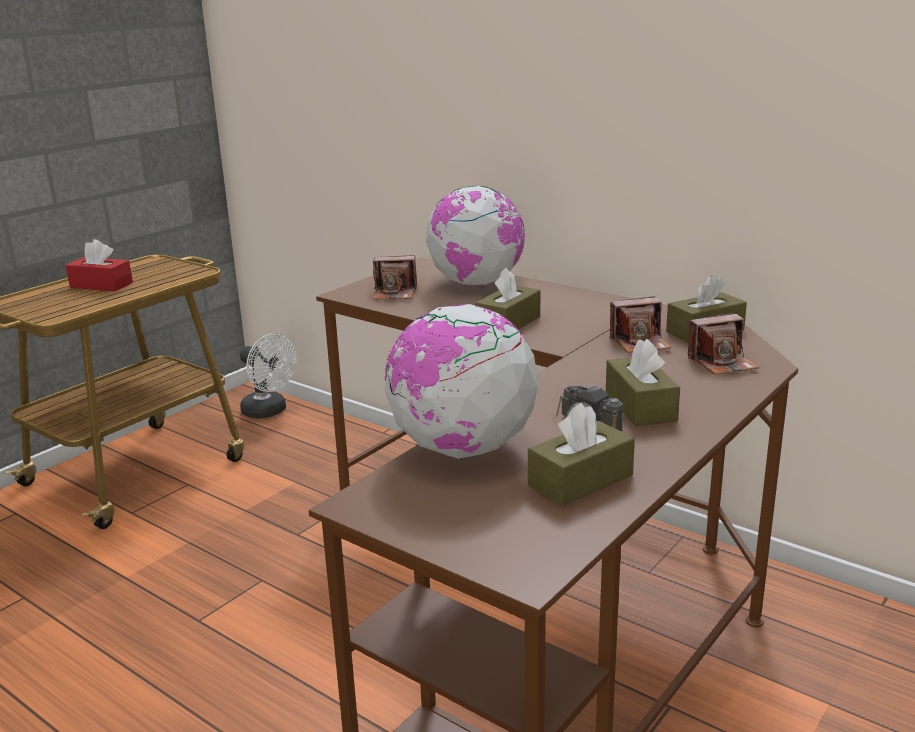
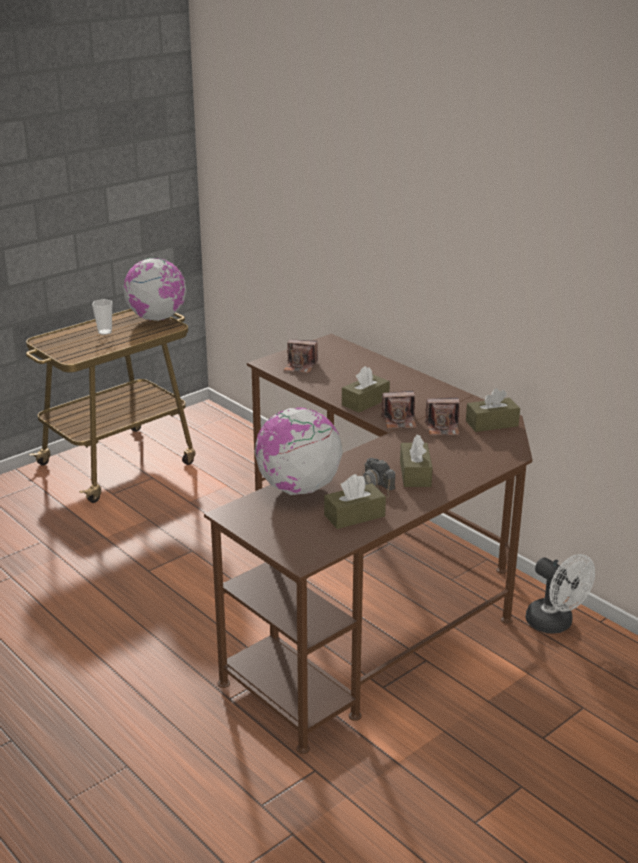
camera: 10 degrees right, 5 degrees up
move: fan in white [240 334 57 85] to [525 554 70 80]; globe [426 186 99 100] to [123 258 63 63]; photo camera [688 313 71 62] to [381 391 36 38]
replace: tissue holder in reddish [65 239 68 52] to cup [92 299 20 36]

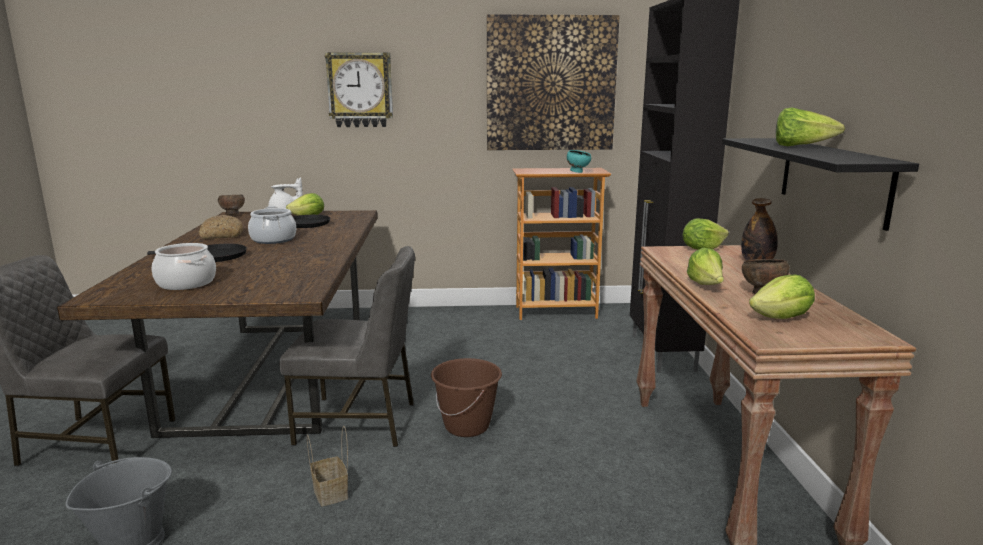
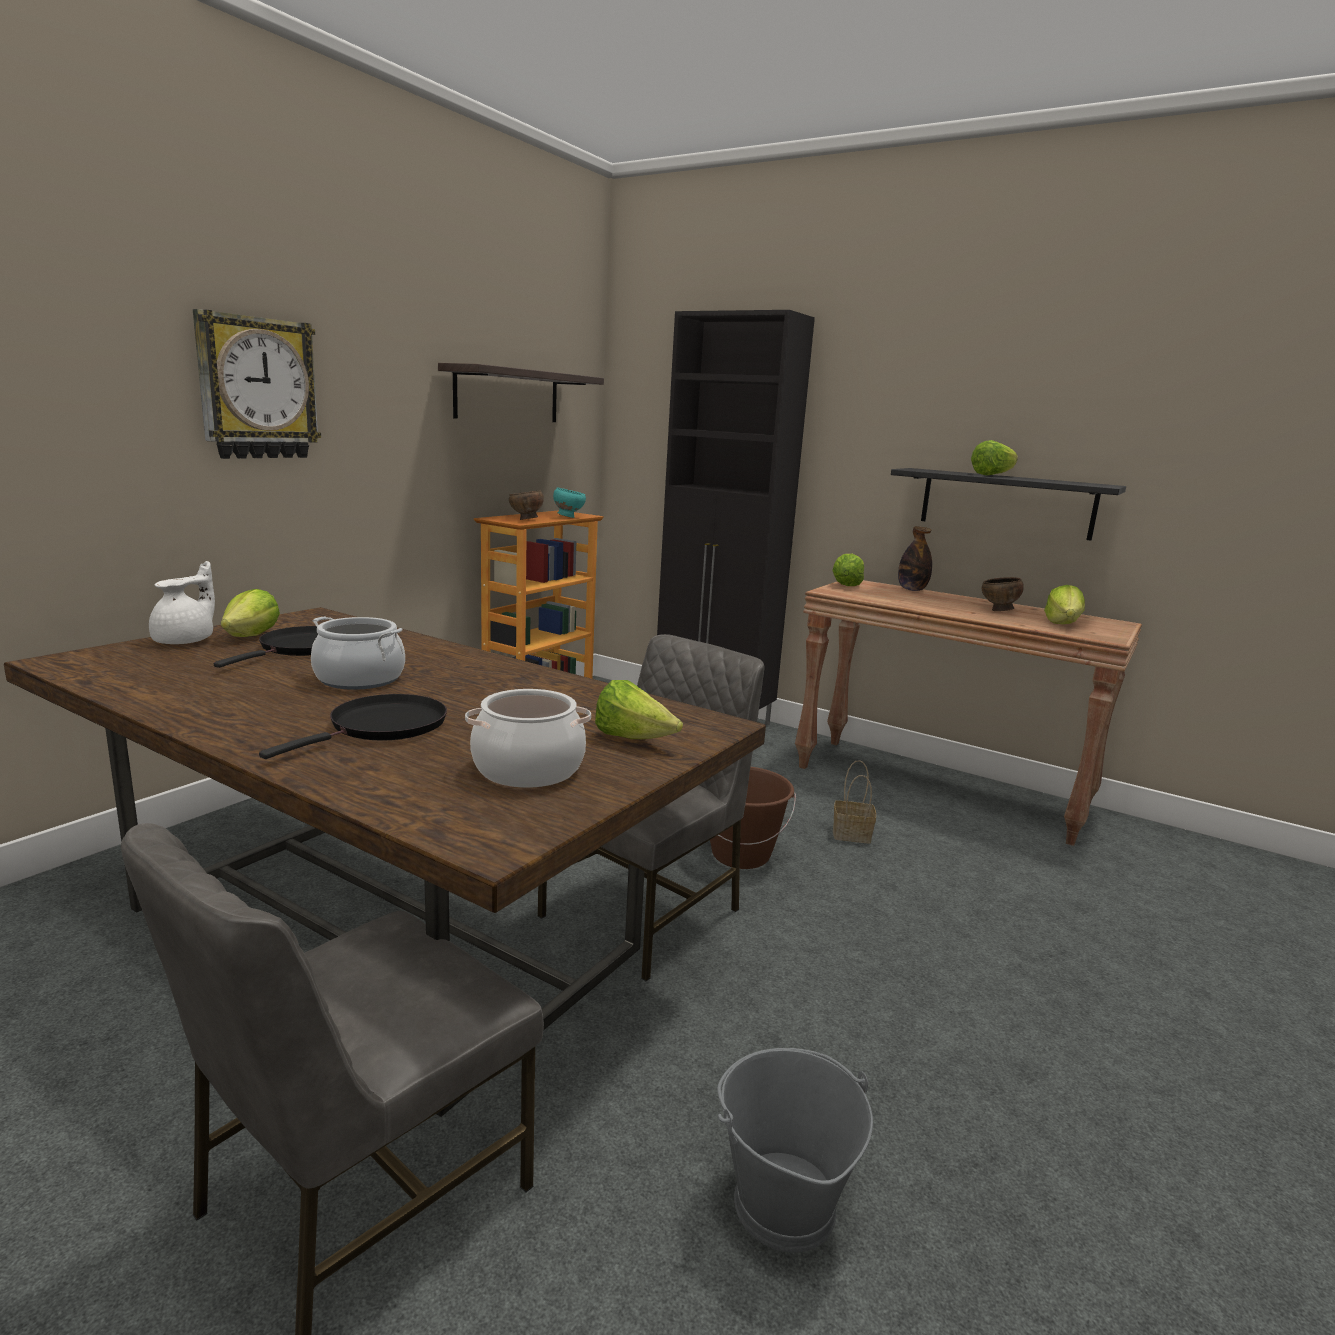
camera: 55 degrees left, 0 degrees up
delete: bread [198 215 45 24]
move: serving bowl in brownish [218 195 27 19] to [509 490 35 30]; basket [307 426 41 81] to [833 760 43 84]; head of lettuce [687 248 37 37] to [595 680 88 59]
replace: wall art [487 14 133 136] to bracket shelf [438 363 166 59]

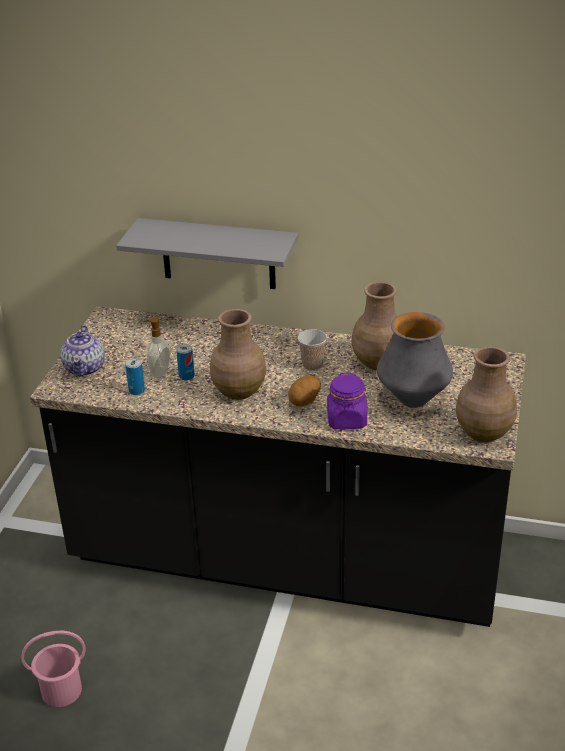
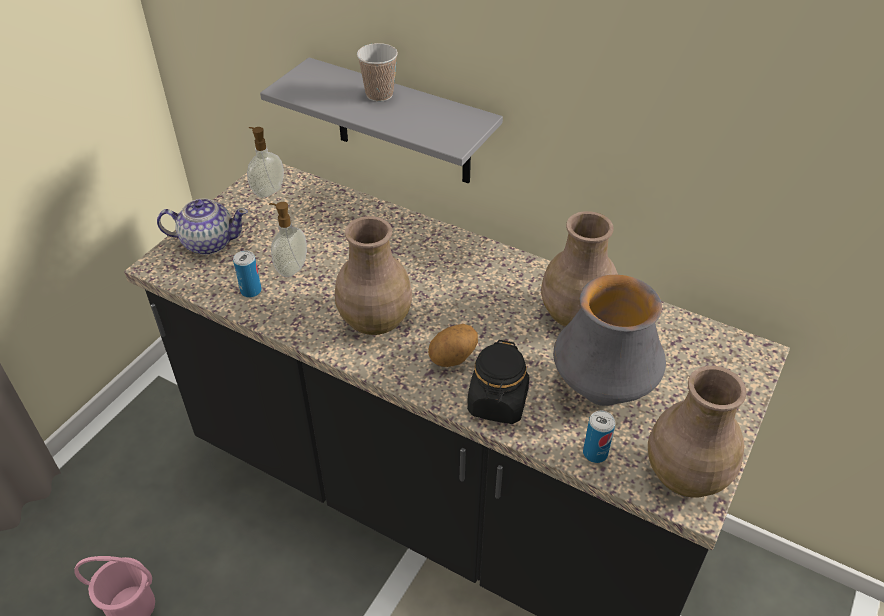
camera: 15 degrees right, 10 degrees up
insert: liquid soap bottle [247 127 37 71]
move: can [176 344 19 36] to [583 411 32 52]; cup [298 329 29 42] to [357 43 41 59]
recolor: storage jar in purplish [327 373 40 56] to storage jar in black [467 340 63 84]
rotate: teapot [61 325 44 51] = [157 198 91 57] 105 degrees counterclockwise

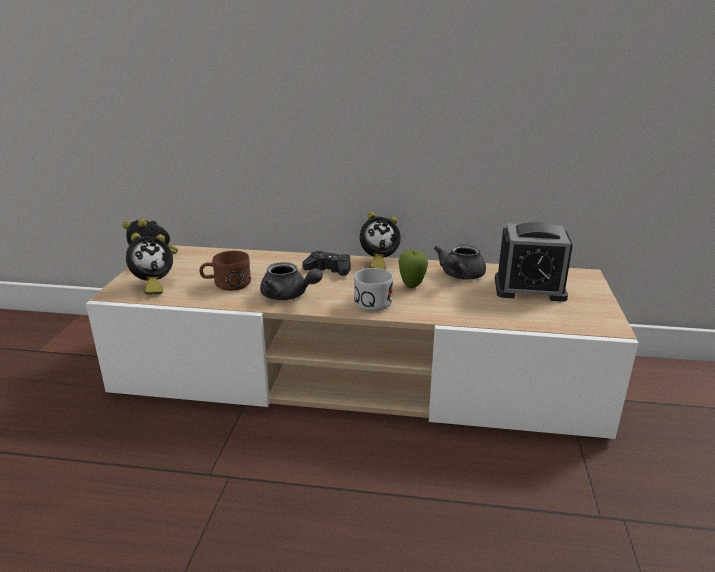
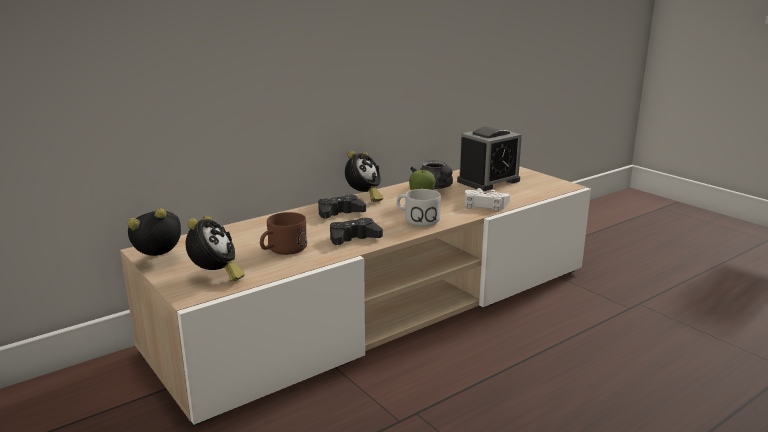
camera: 45 degrees left, 5 degrees down
insert: game controller in white [464 188 46 24]
replace: teapot in gray [260 262 63 38] to game controller in black [330 218 53 27]

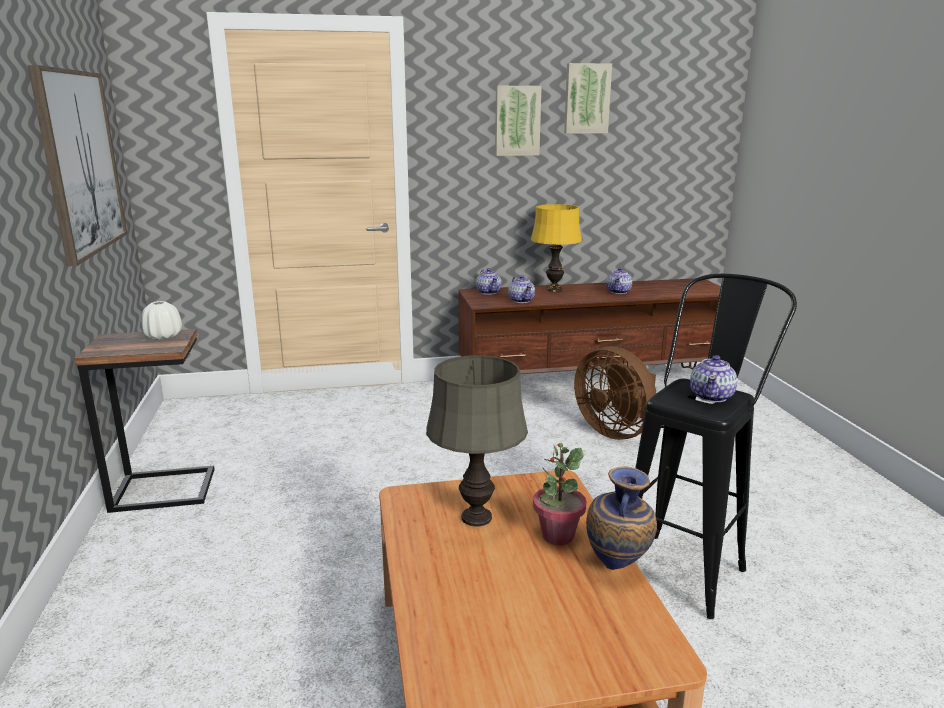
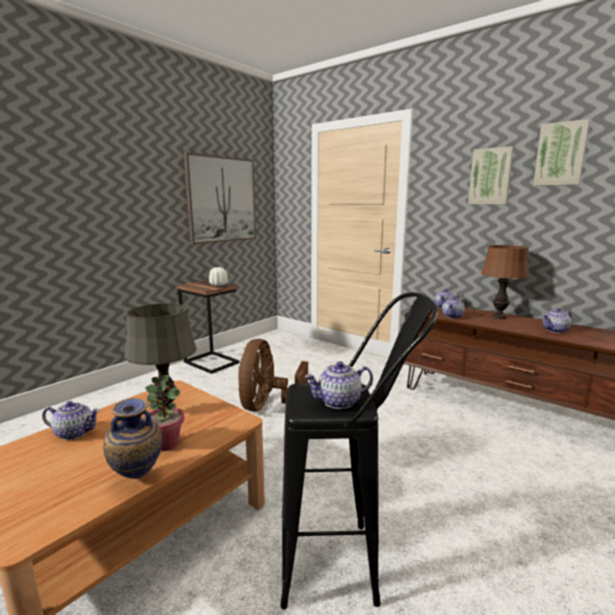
camera: 50 degrees right, 5 degrees down
insert: teapot [42 401 58 39]
move: fan in brownish [574 346 82 94] to [238 339 70 73]
recolor: lamp for a table in yellow [531 204 51 88] to lamp for a table in brownish [481 245 49 74]

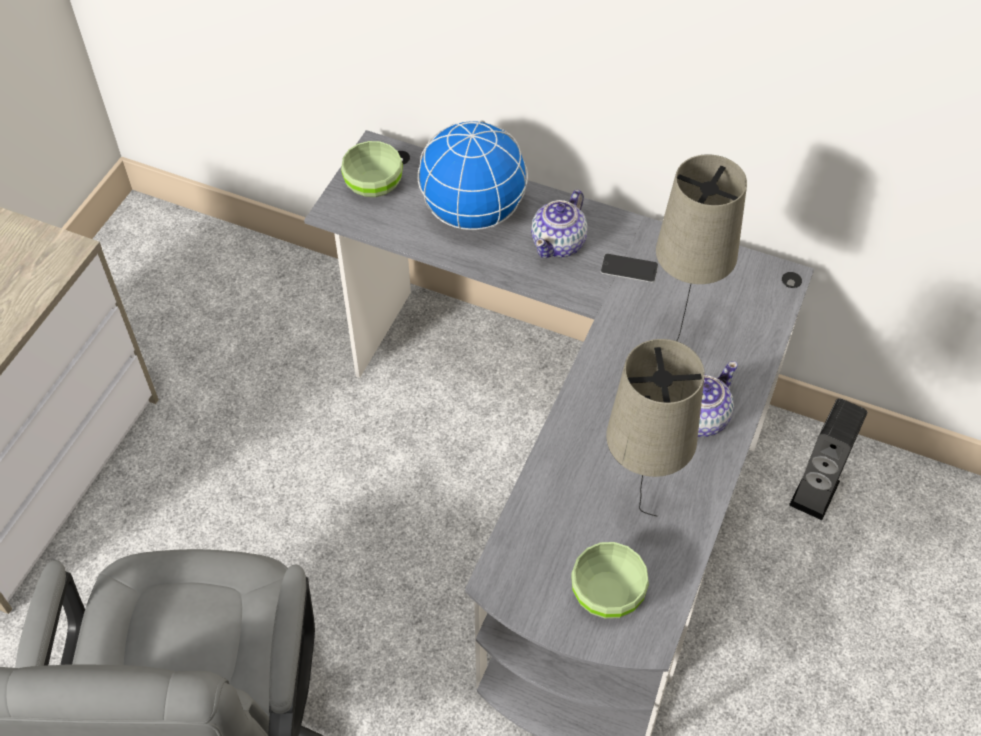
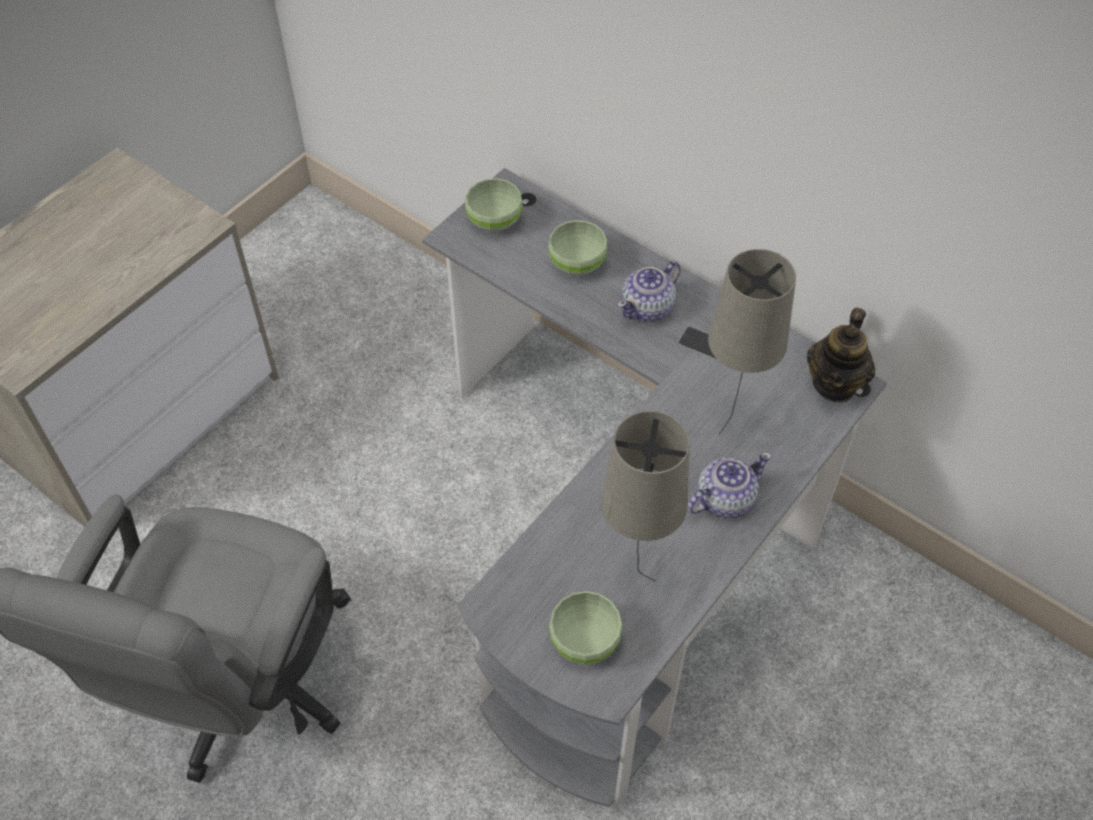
camera: 15 degrees right, 0 degrees up
delete: audio speaker [789 398 78 122]
insert: teapot [807 308 68 94]
replace: globe [417 120 111 110] to serving bowl in green-coloured [548 220 60 55]

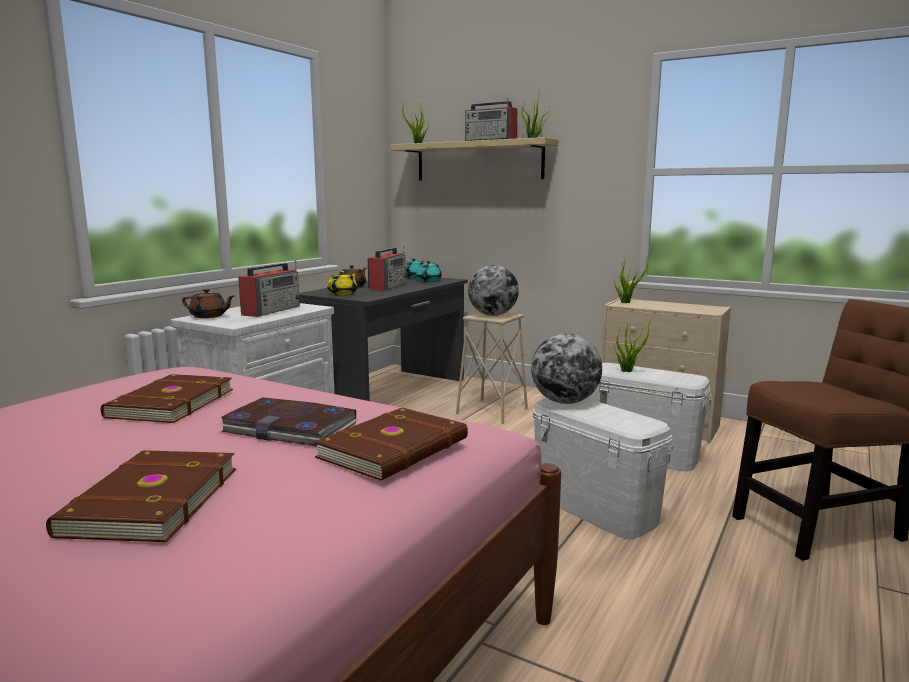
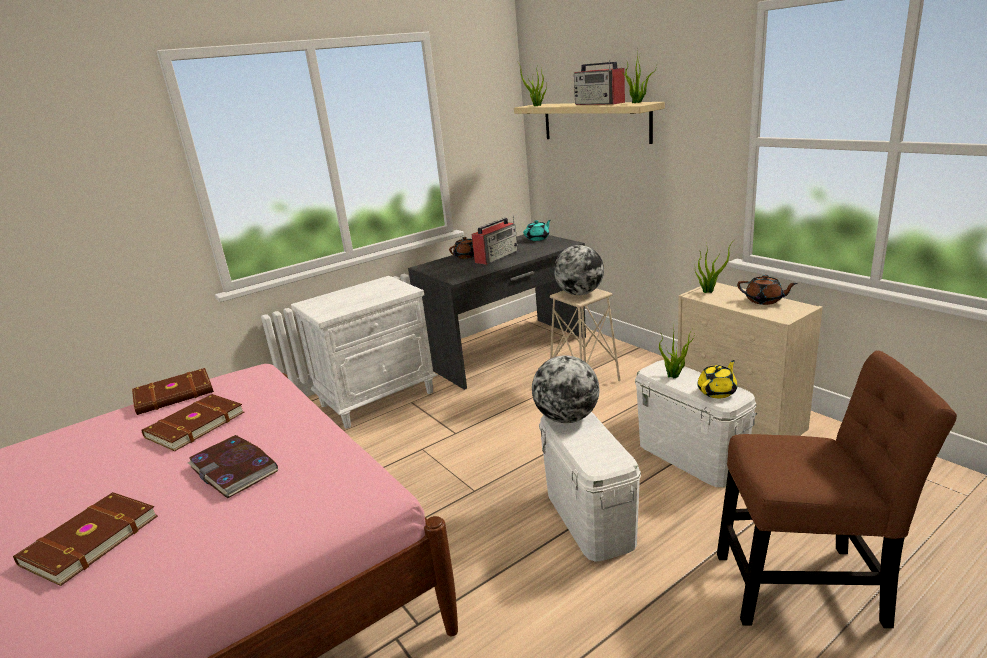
camera: 25 degrees right, 10 degrees up
delete: radio [238 260 62 57]; teapot in blue-green [416 261 26 21]
move: teapot in brownish [182 289 54 29] to [737 275 61 30]; volume in brownish [314 407 154 74] to [132 368 82 47]; teapot in yellow [327 271 31 24] to [697 360 40 38]

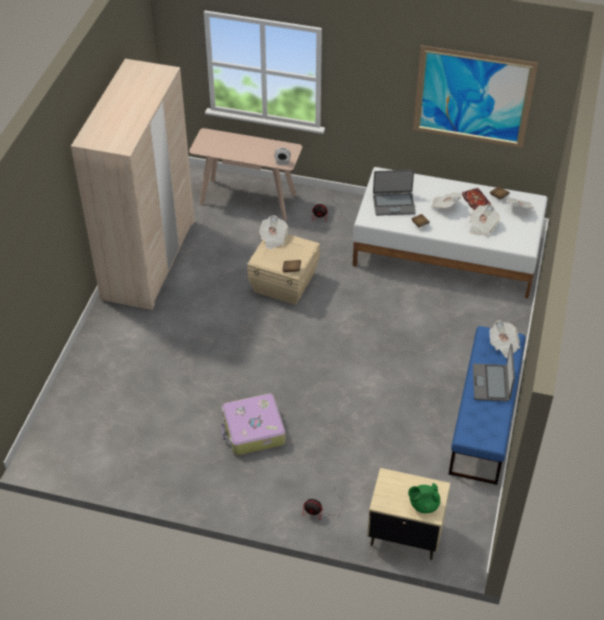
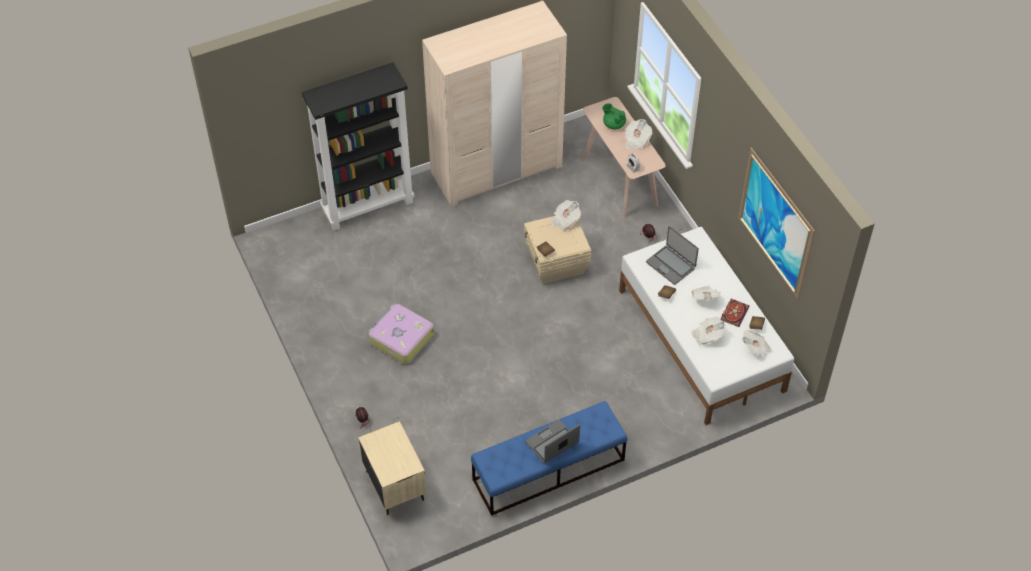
camera: 50 degrees right, 5 degrees up
insert: bookcase in black [302 63 112 168]
move: teapot in green-coloured [408 483 32 30] to [602 103 24 26]; newspaper [489 320 32 38] to [624 119 28 30]

